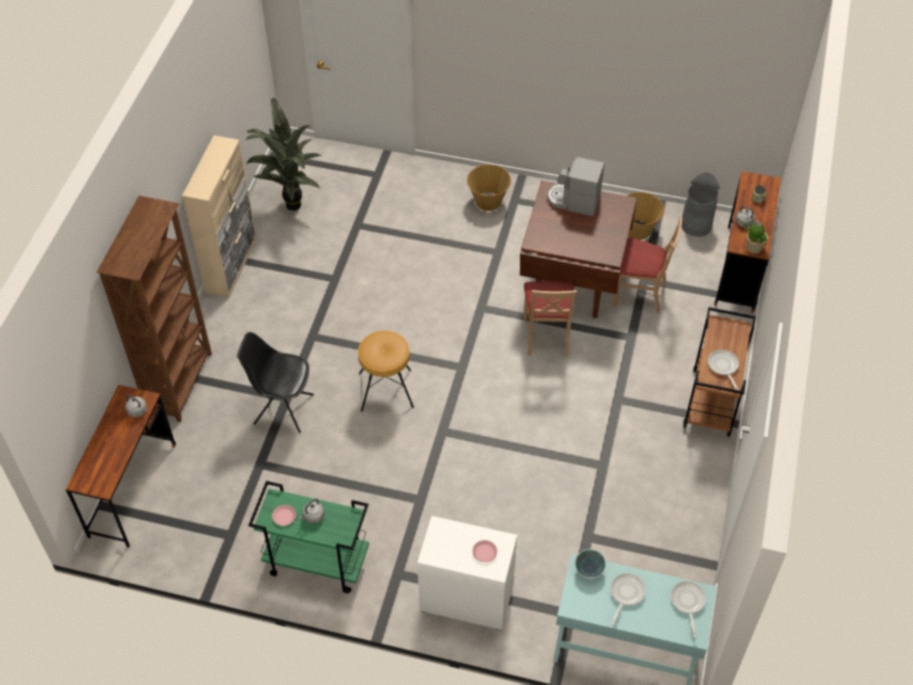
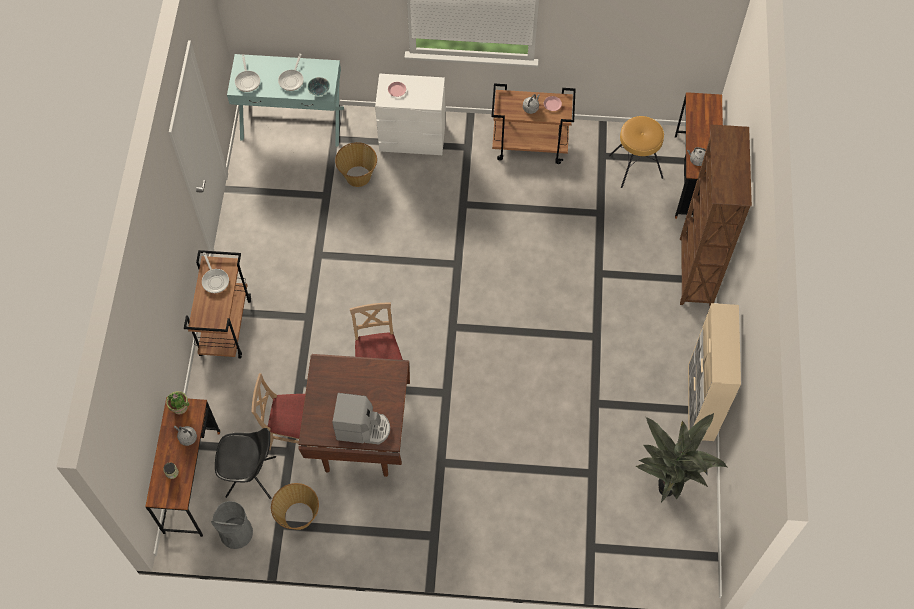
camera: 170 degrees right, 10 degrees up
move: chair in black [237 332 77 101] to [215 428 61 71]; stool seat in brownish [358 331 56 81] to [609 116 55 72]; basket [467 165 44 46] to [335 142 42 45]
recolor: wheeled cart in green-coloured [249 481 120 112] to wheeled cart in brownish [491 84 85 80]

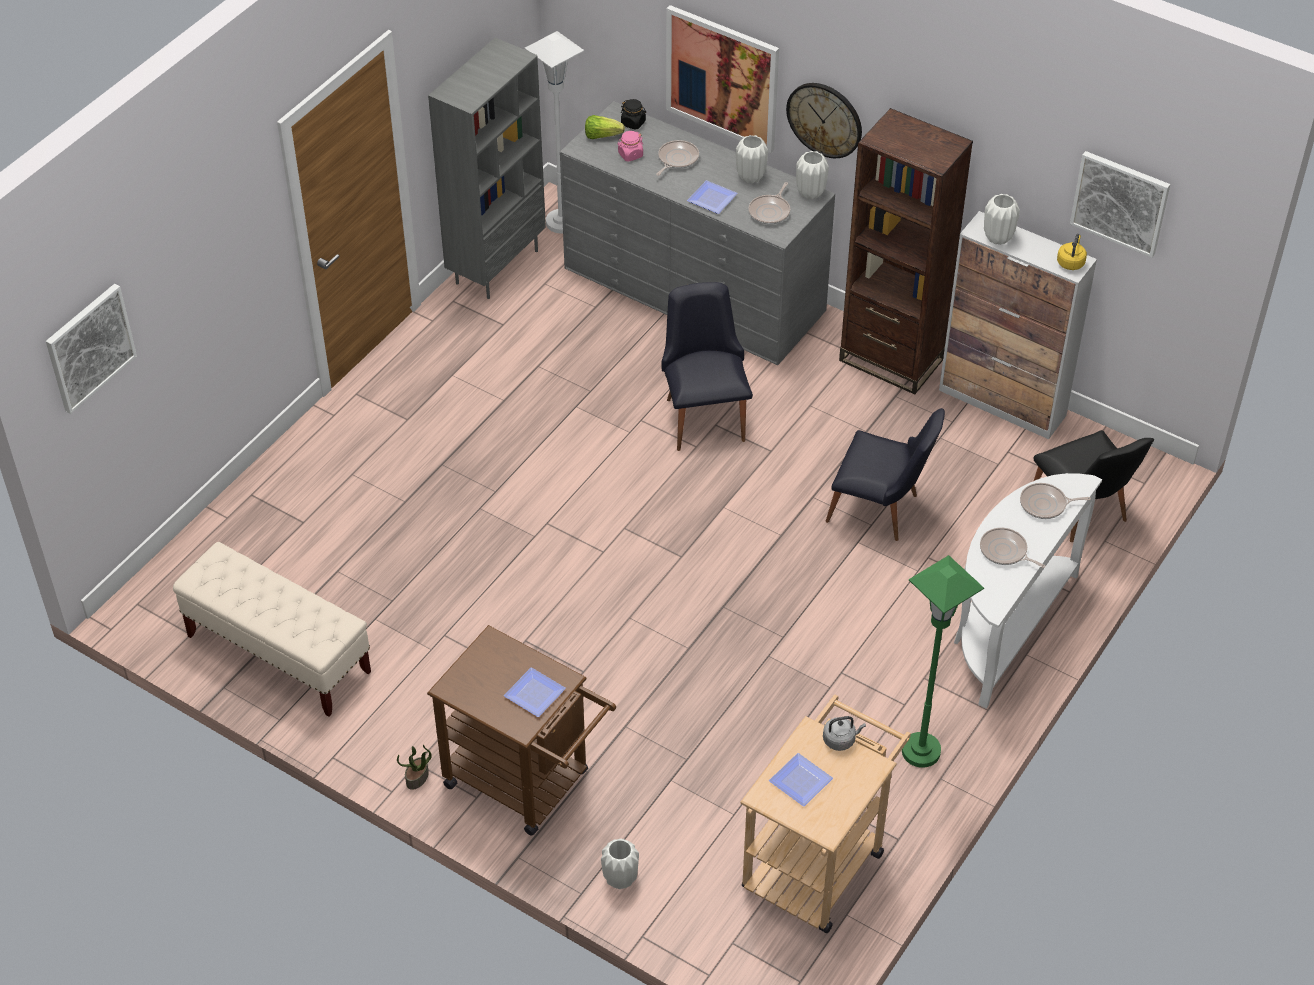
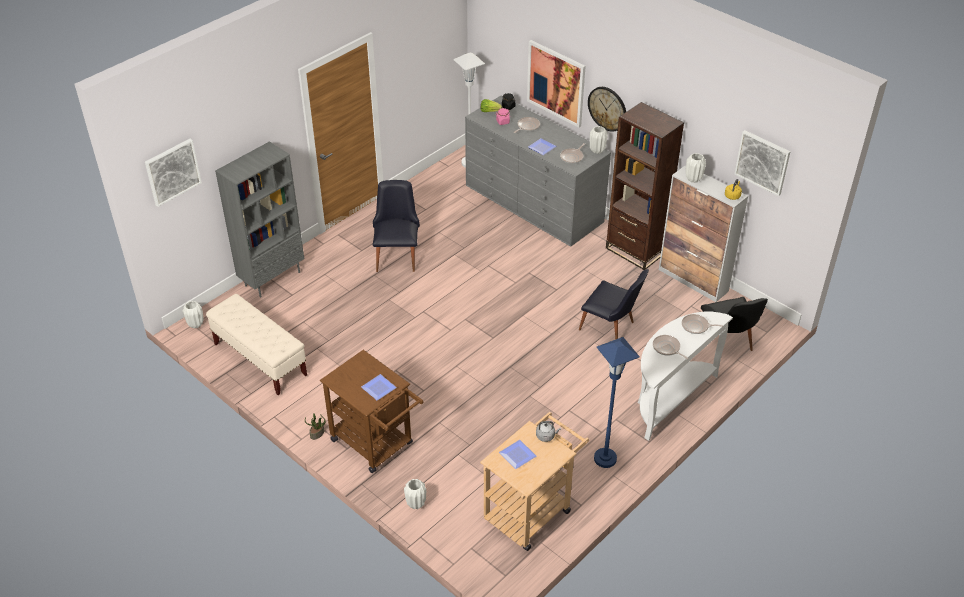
camera: 10 degrees right, 5 degrees down
move: bookcase in gray [428 38 118 261] to [215 141 89 156]; chair in black [662 282 91 169] to [373 180 47 92]; flower vase in white [736 135 32 48] to [183 301 21 27]
recolor: floor lamp in green-coloured [902 555 82 213] to floor lamp in blue-coloured [594 337 46 131]

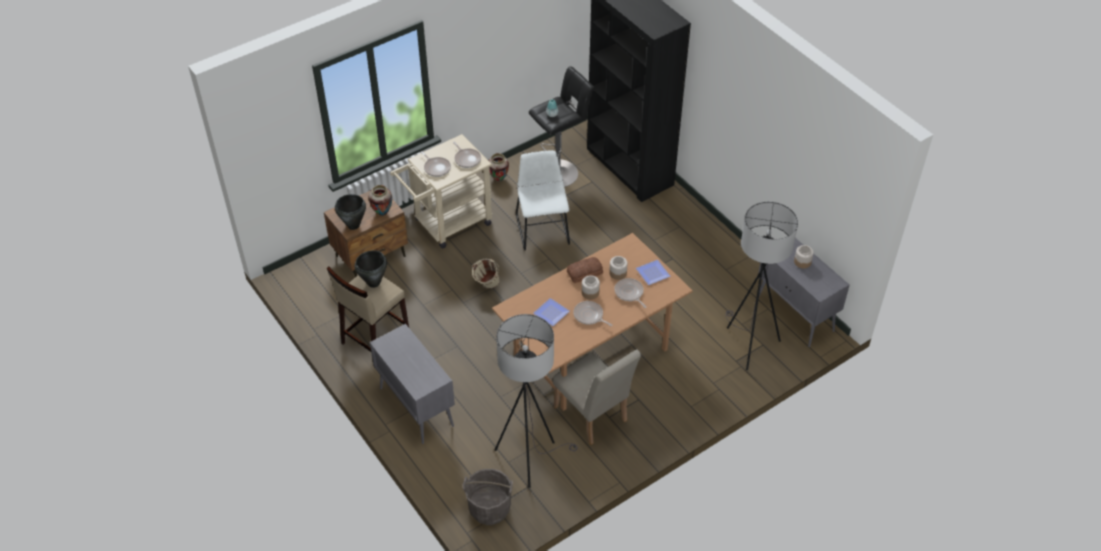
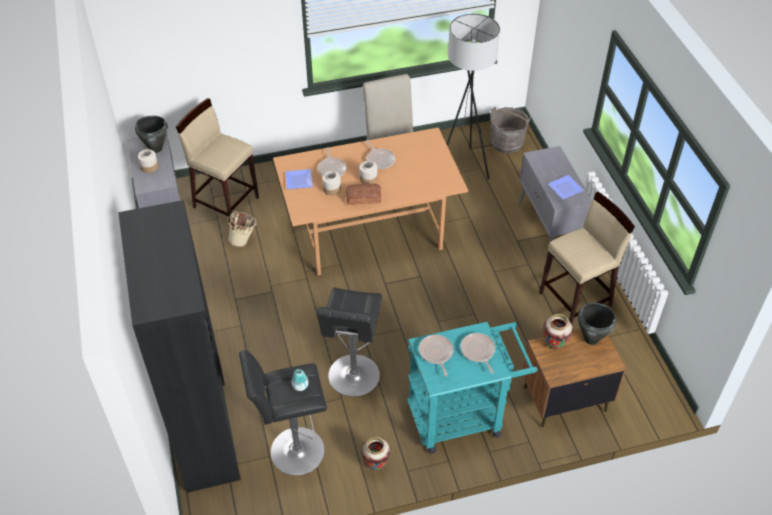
camera: 160 degrees left, 0 degrees up
move: cooking pot in black [355 250 32 38] to [135 116 33 37]; bucket in sand-coloured [472 259 28 30] to [228 211 28 36]; plate [533 298 37 28] to [548 175 36 24]
replace: chair in white [516 150 54 101] to stool seat in black [316 287 66 110]; floor lamp in gray [726 202 72 168] to stool seat in sand-coloured [176 98 83 124]
recolor: wheeled cart in sand-coloured [390 134 103 115] to wheeled cart in blue-green [407 322 131 132]

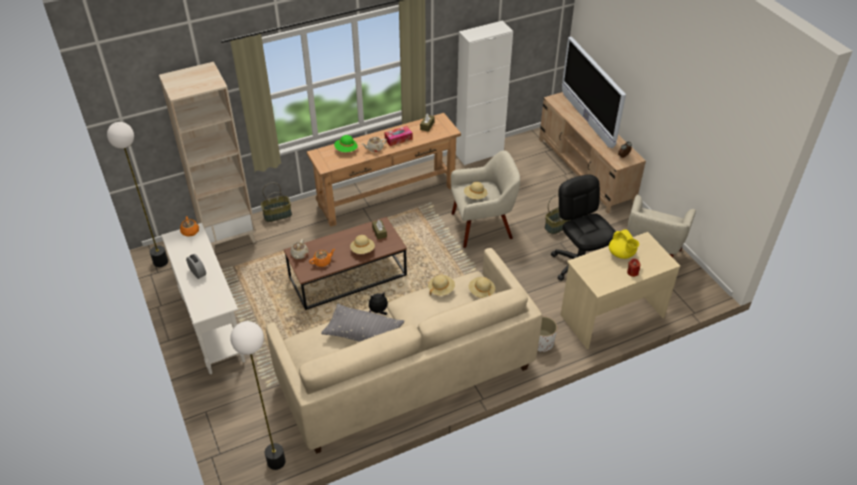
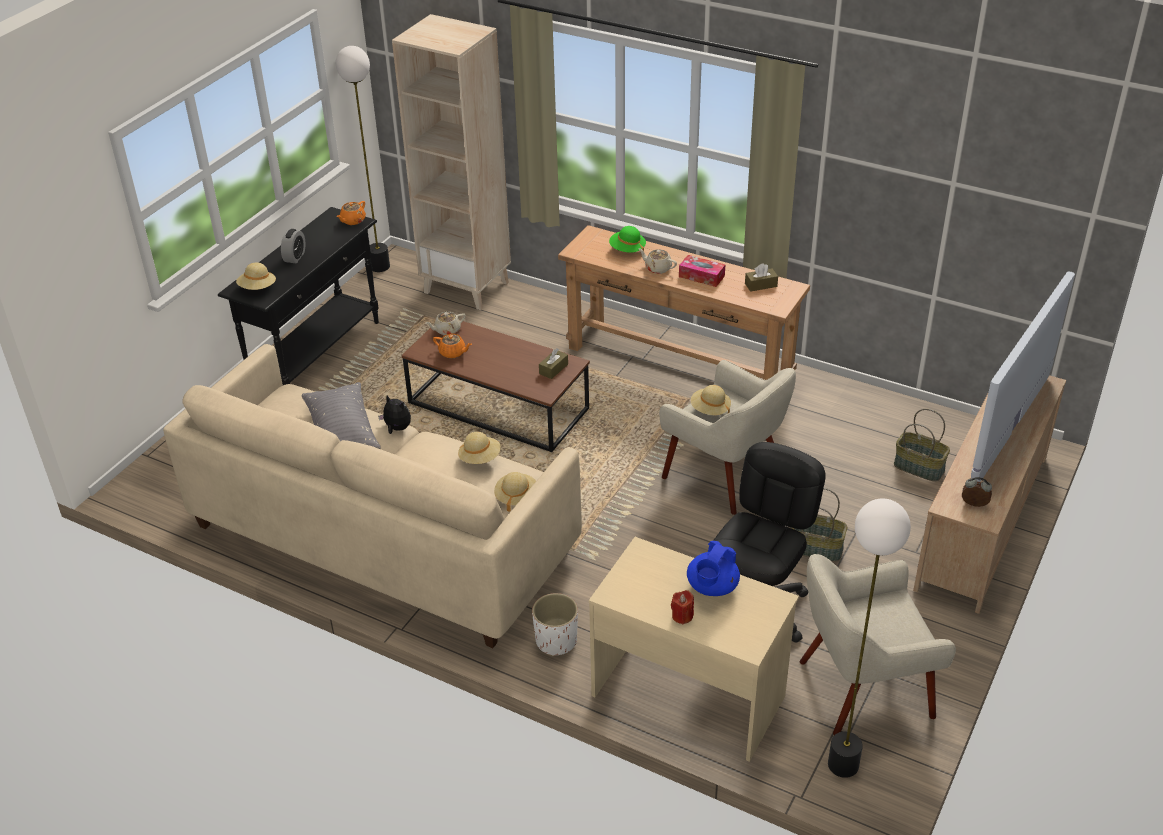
camera: 55 degrees right, 5 degrees down
delete: cabinet in white [456 21 57 144]
move: floor lamp [230 321 56 149] to [828 499 83 279]; basket [261 183 31 39] to [894 409 56 73]; clothing hat in sand-coloured [350 235 25 19] to [236 262 40 28]
recolor: console table in white [161 223 84 151] to console table in black [218 207 161 178]; teapot in yellow [609 230 30 29] to teapot in blue-coloured [687 541 53 55]

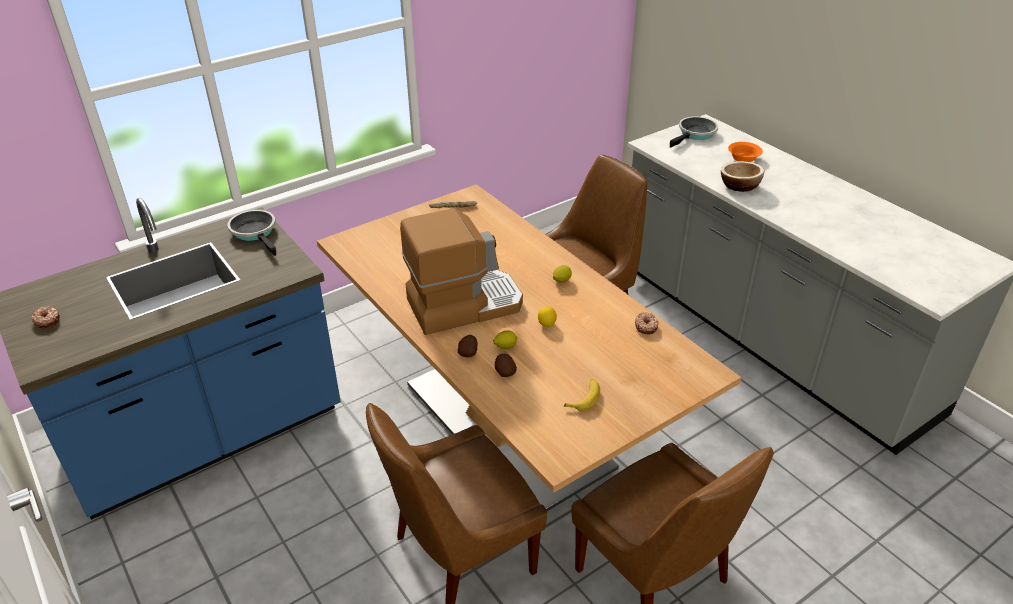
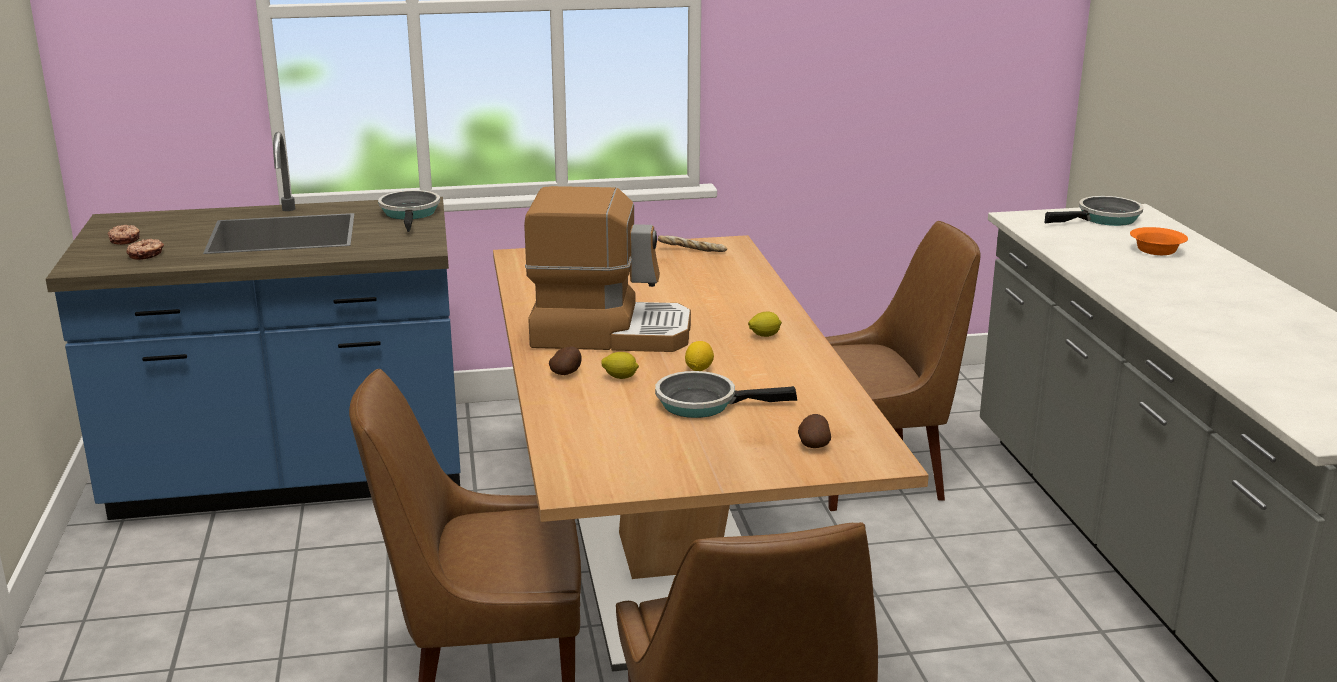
camera: 25 degrees right, 15 degrees down
delete: banana fruit [564 379 36 32]; serving bowl [721 161 43 31]
insert: skillet [655 371 142 47]
move: spud [495 354 22 23] to [798 414 33 34]; ring doughnut [635 312 23 22] to [126 239 38 21]

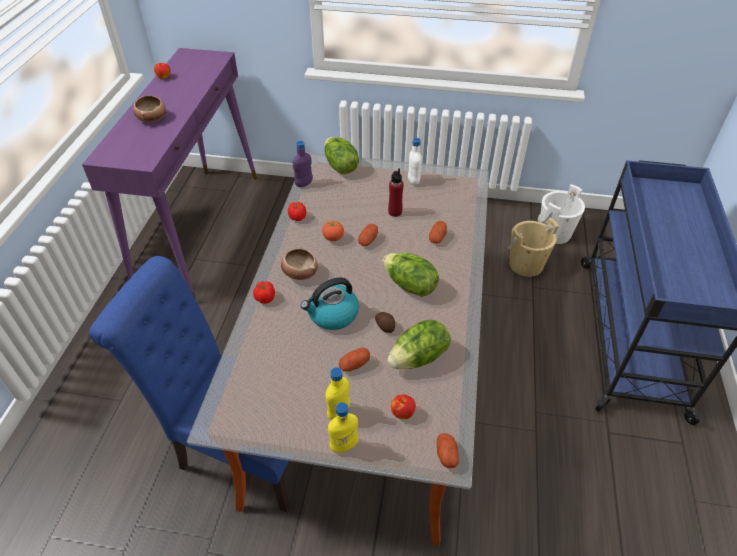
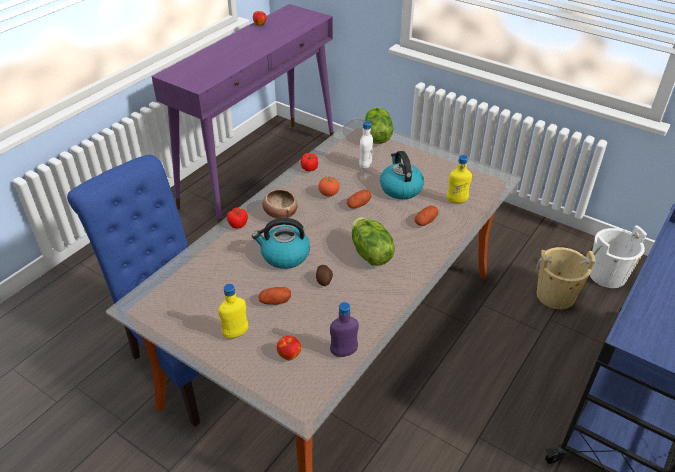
camera: 25 degrees right, 5 degrees down
delete: serving bowl [133 95 33 28]; head of lettuce [387 320 64 49]; spud [437 433 22 35]
move: beverage bottle in purplish [292 141 21 46] to [330 302 29 55]; beverage bottle in yellow [328 402 30 51] to [446 155 26 49]; beverage bottle in white [408 138 14 47] to [359 121 14 49]
replace: beverage bottle in reddish [388 168 16 49] to water kettle [380 151 44 48]

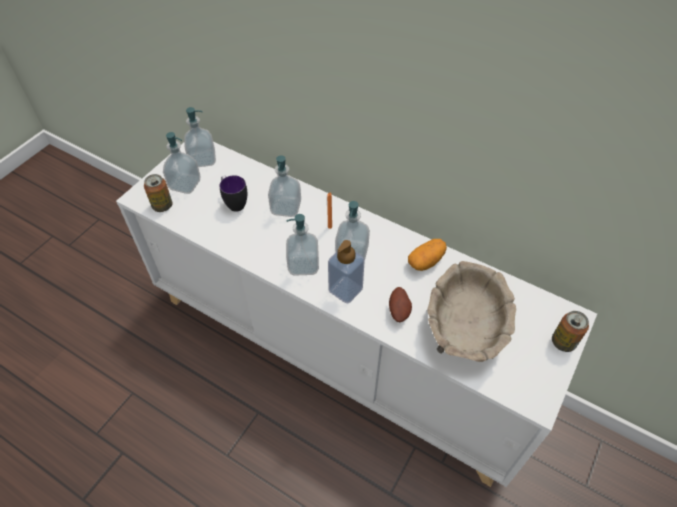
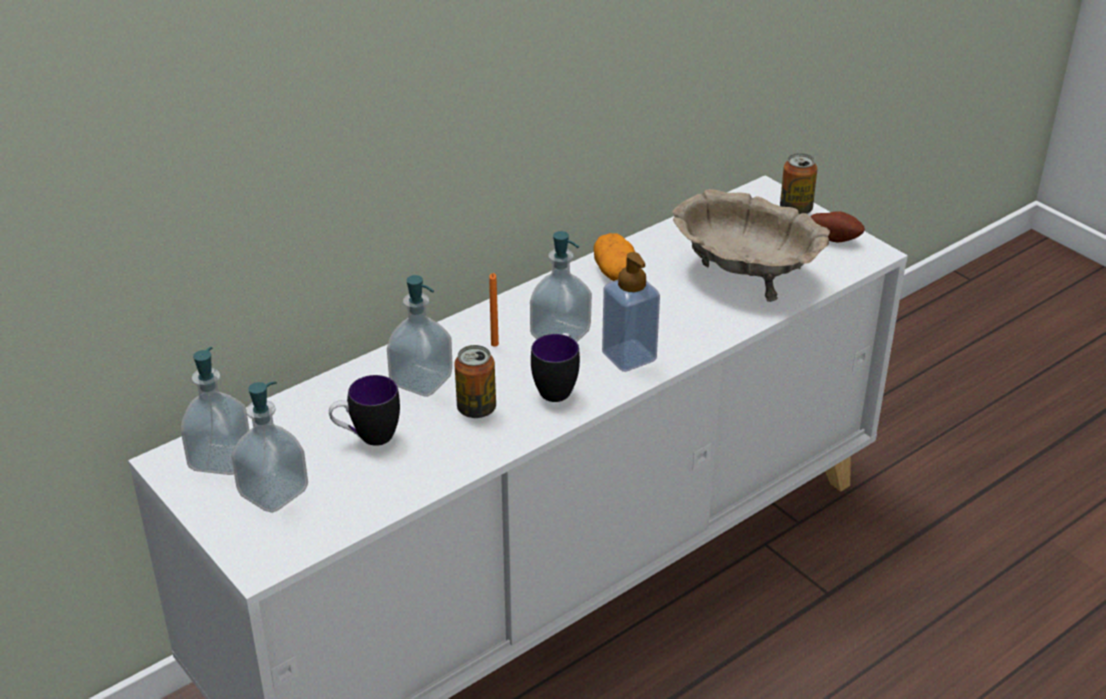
camera: 70 degrees left, 15 degrees down
move: can [144 174 28 38] to [454 345 42 73]; spud [389 287 23 35] to [810 212 55 31]
replace: liquid soap bottle [286 214 33 62] to tea mug [531 333 49 69]

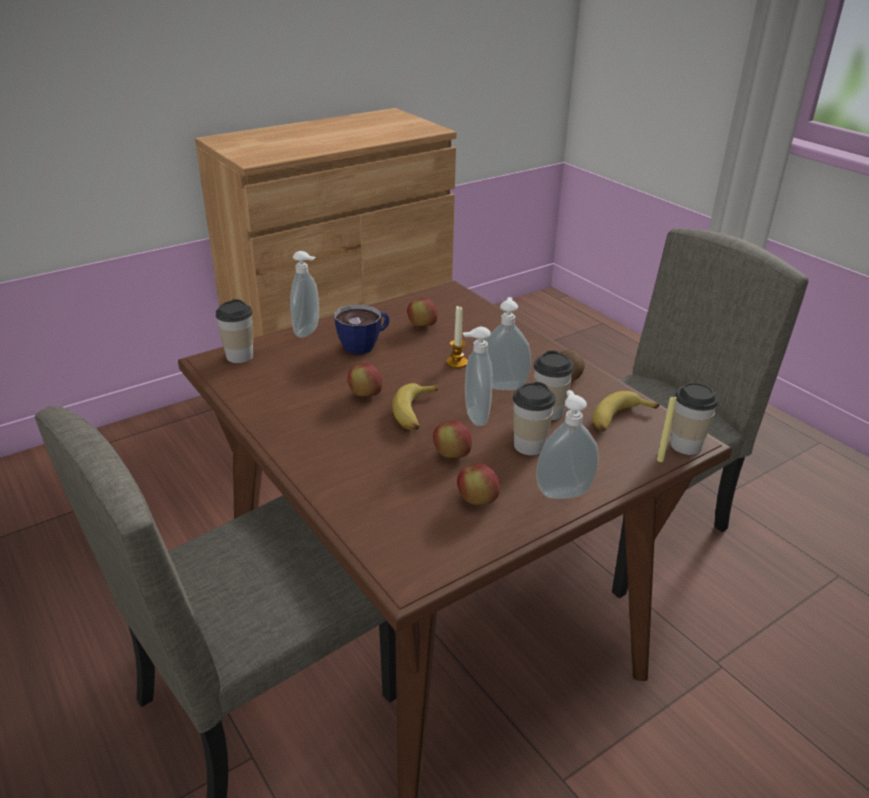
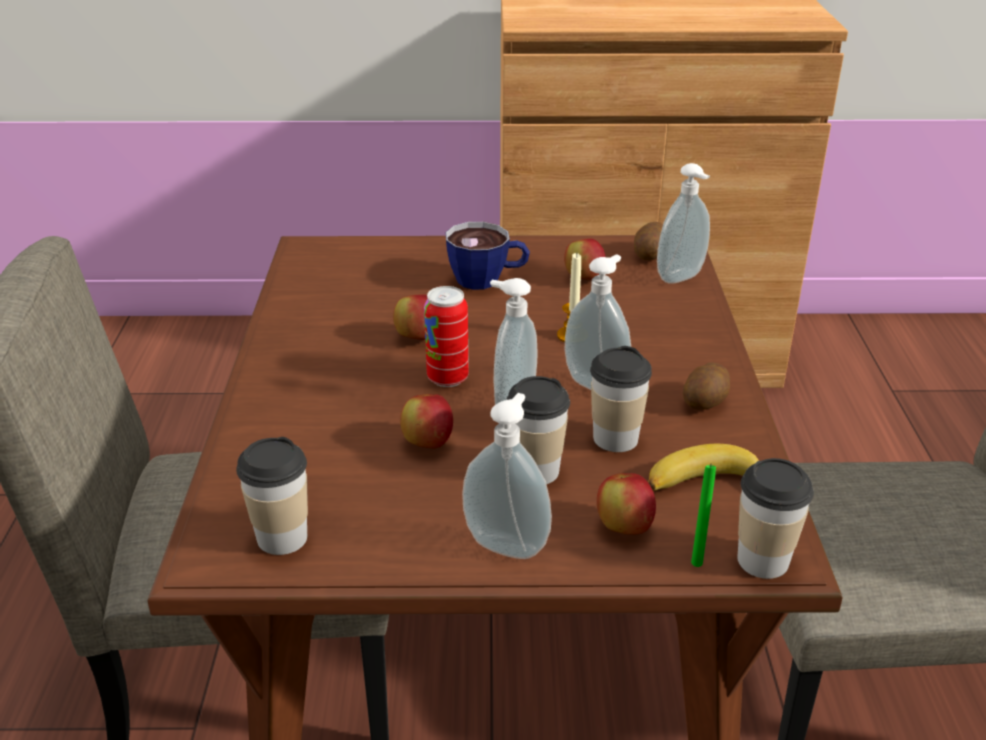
camera: 35 degrees right, 0 degrees up
insert: spud [634 222 29 38]
move: cup [216 299 37 64] to [236 437 72 118]; liquid soap bottle [290 251 29 87] to [657 163 53 121]; apple [457 463 43 42] to [597 473 59 62]
replace: banana fruit [392 383 46 47] to can [424 286 45 101]
recolor: wax light in yellow [657 396 20 66] to wax light in green-coloured [691 465 25 102]

